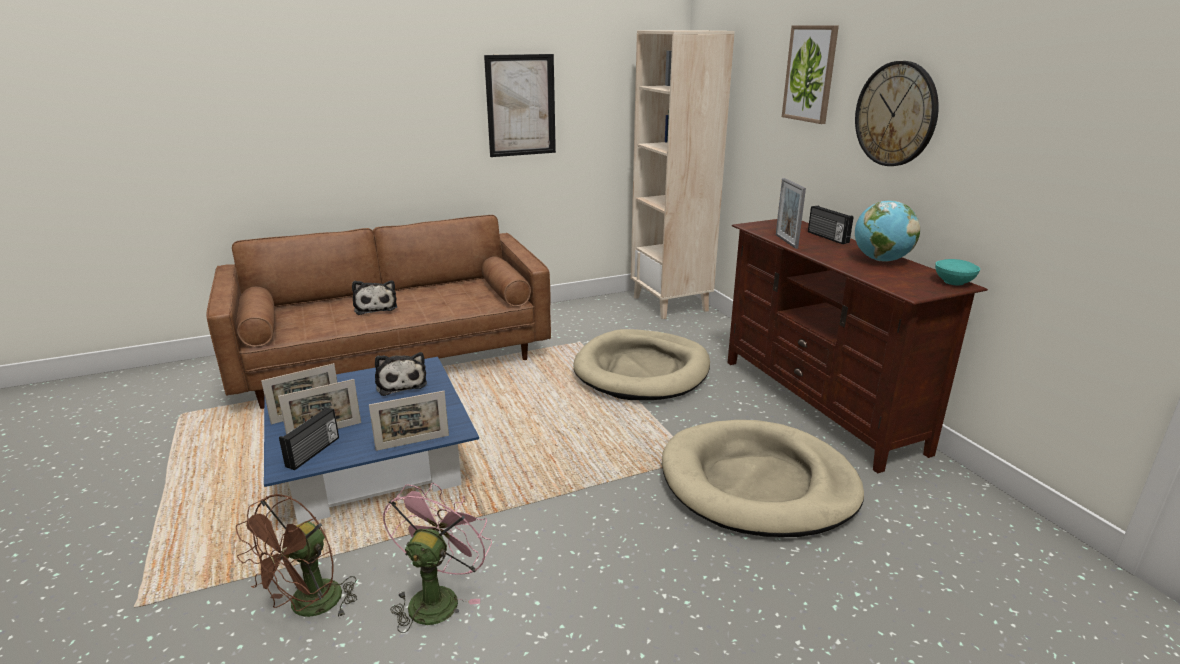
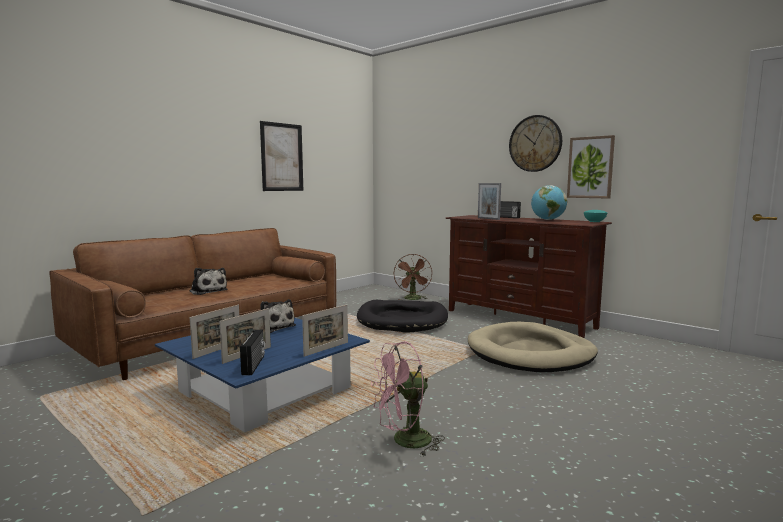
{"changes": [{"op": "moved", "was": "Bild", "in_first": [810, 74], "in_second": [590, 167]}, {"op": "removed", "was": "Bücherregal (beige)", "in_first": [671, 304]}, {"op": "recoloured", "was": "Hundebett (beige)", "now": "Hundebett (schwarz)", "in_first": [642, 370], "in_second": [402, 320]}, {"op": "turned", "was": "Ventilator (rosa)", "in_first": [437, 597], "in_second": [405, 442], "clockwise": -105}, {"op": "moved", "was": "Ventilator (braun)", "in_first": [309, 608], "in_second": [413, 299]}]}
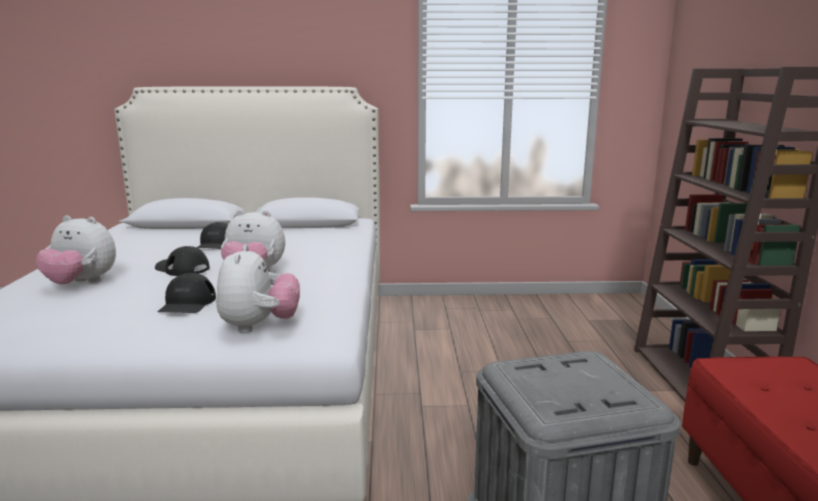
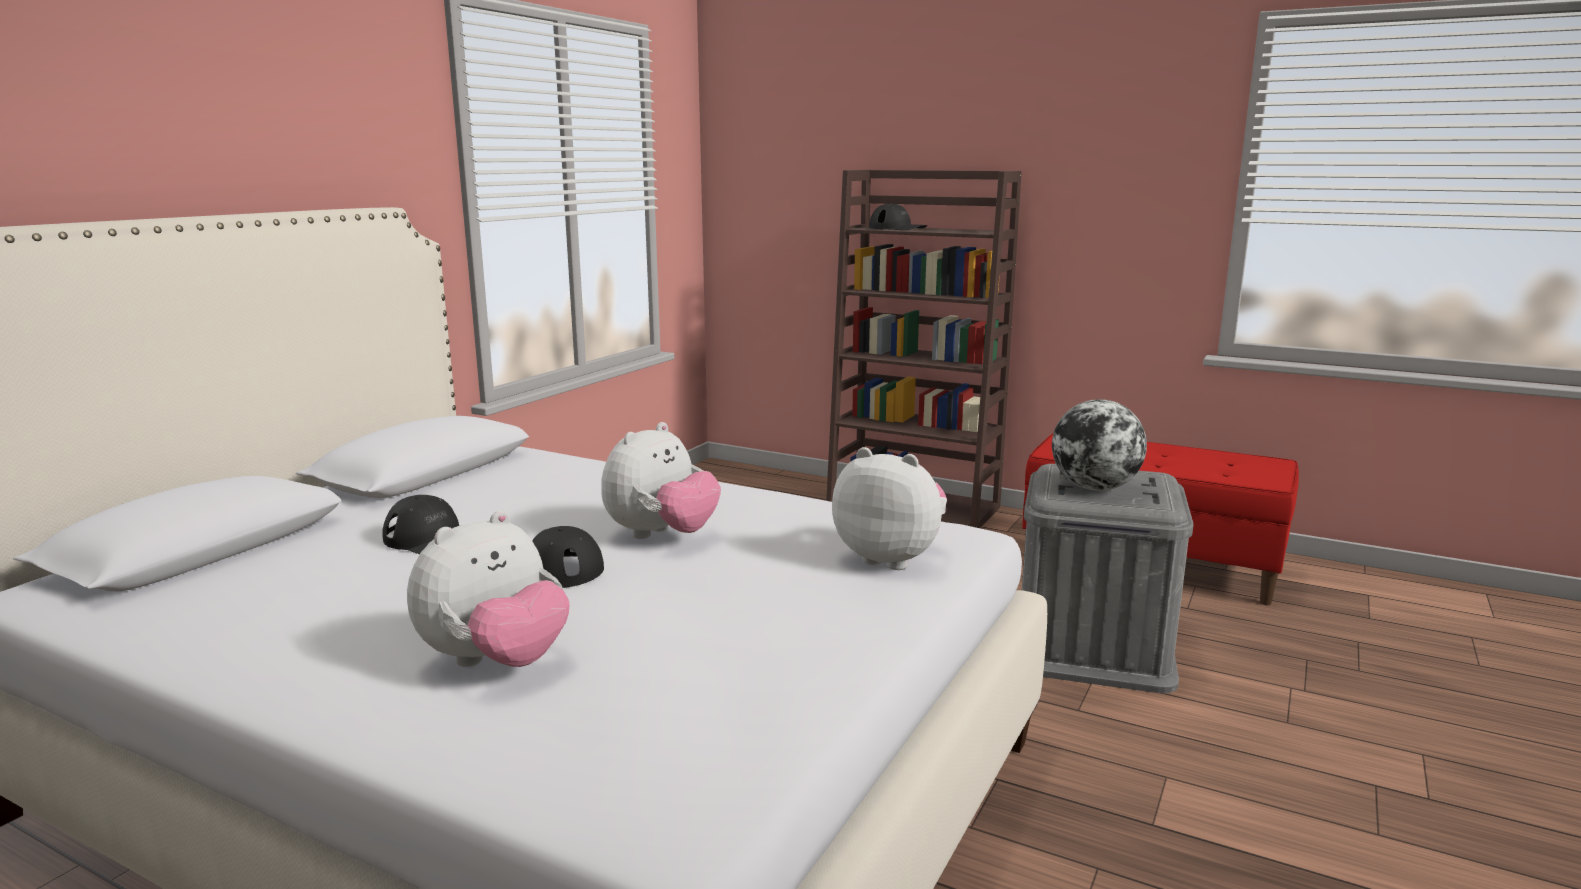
{"changes": [{"op": "moved", "was": "Kappe (schwarz)", "in_first": [187, 303], "in_second": [897, 228]}, {"op": "added", "now": "Globus", "in_second": [1094, 488]}]}
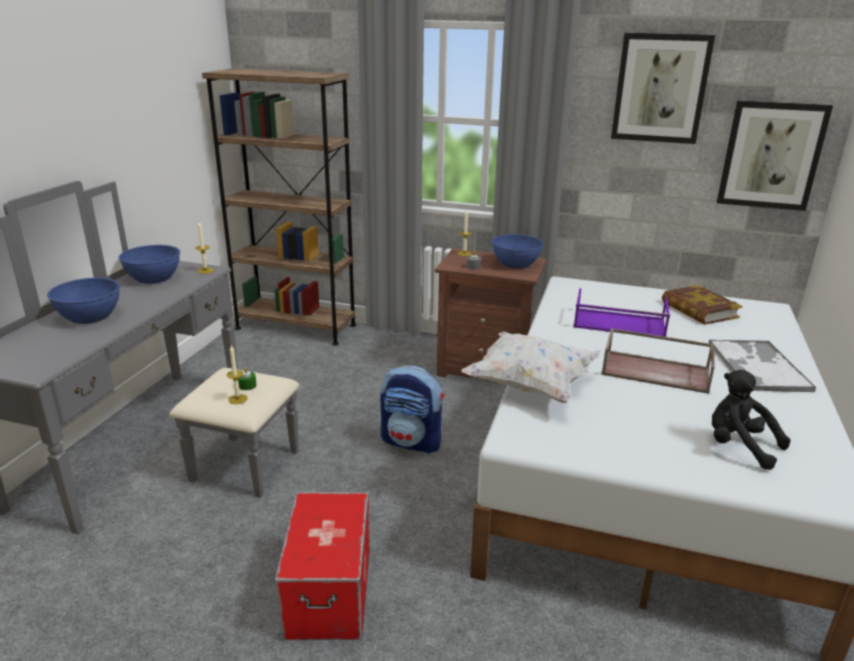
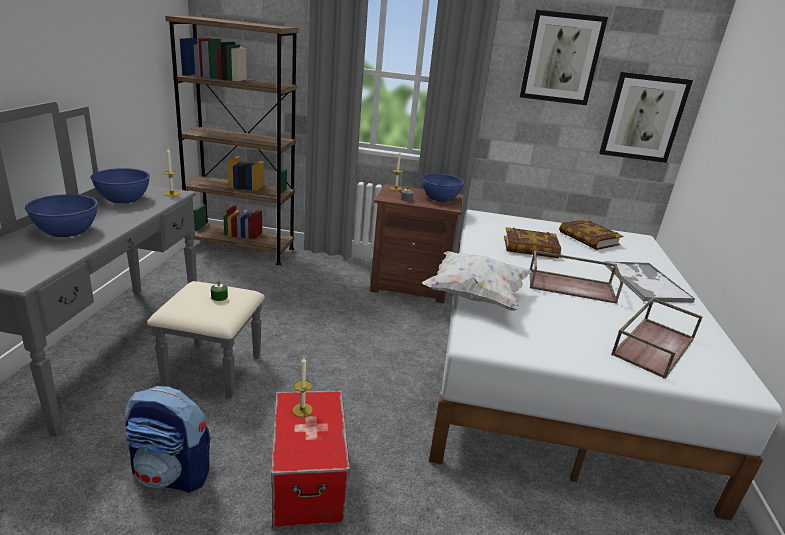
{"changes": [{"op": "replaced", "was": "Tablett (lila)", "now": "Buch", "in_first": [618, 323], "in_second": [530, 248]}, {"op": "moved", "was": "Kerze", "in_first": [238, 399], "in_second": [302, 410]}, {"op": "moved", "was": "Rucksack", "in_first": [412, 441], "in_second": [172, 474]}, {"op": "replaced", "was": "Plüschtier (schwarz)", "now": "Tablett (braun)", "in_first": [738, 446], "in_second": [653, 345]}]}
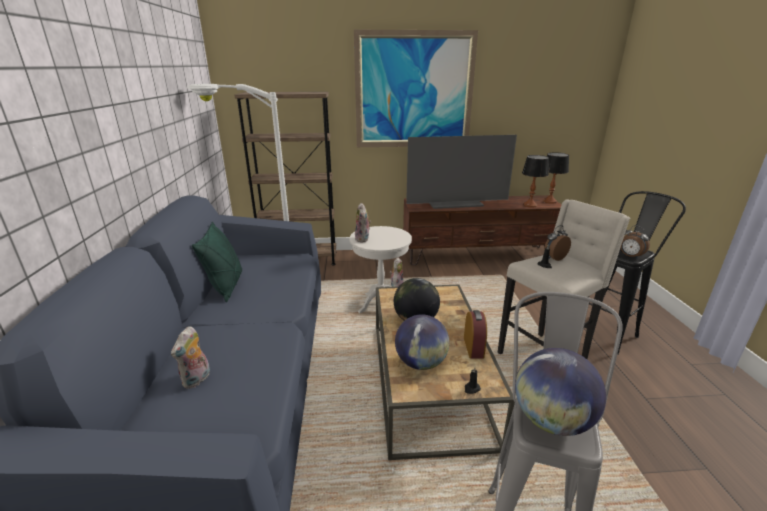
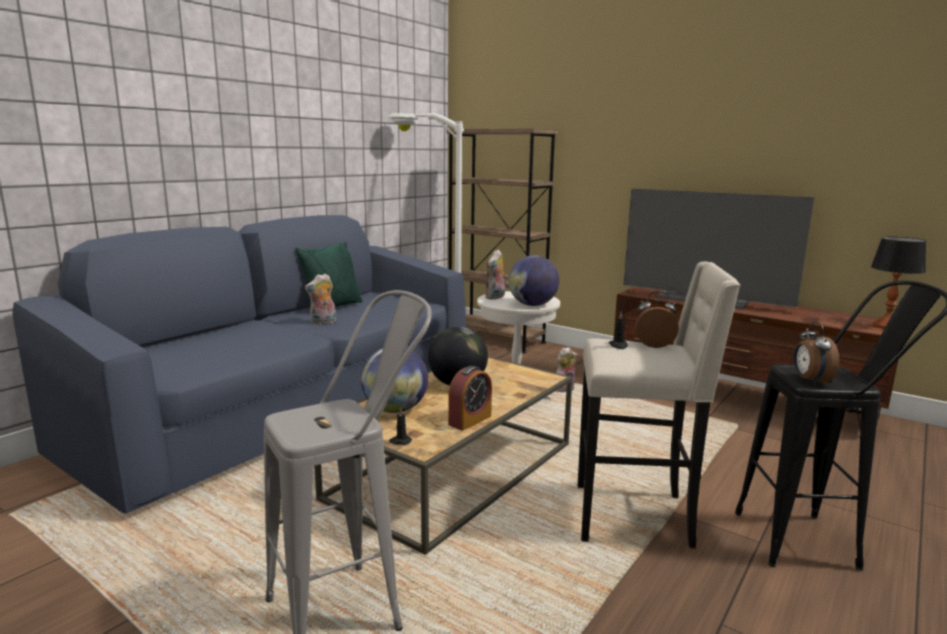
{"changes": [{"op": "removed", "was": "Bild", "in_first": [414, 91]}, {"op": "removed", "was": "Tischlampe", "in_first": [529, 205]}, {"op": "moved", "was": "Plüschtier", "in_first": [197, 380], "in_second": [323, 323]}, {"op": "moved", "was": "Globus", "in_first": [551, 420], "in_second": [532, 305]}]}
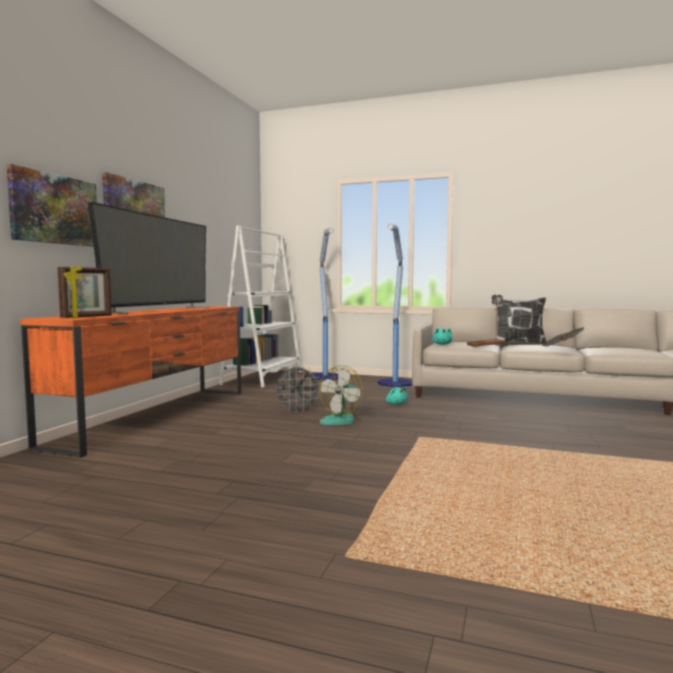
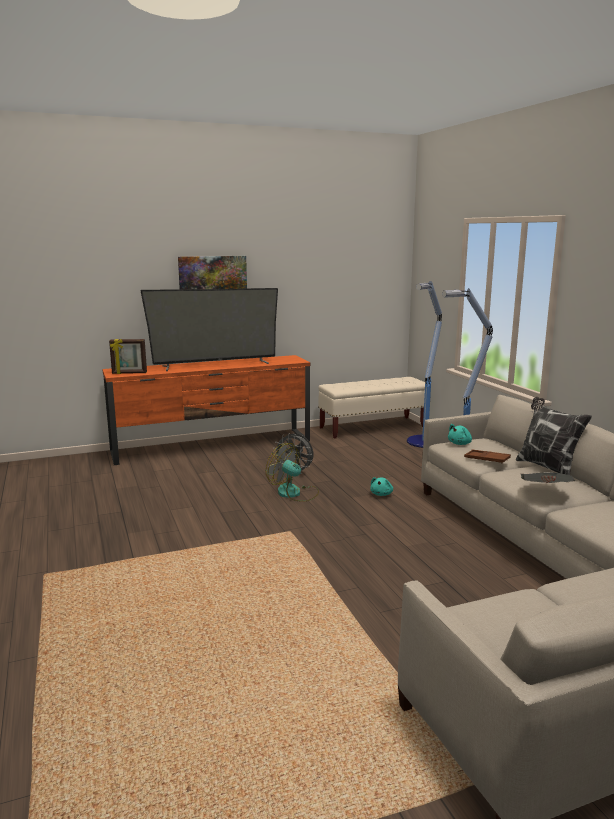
{"changes": [{"op": "removed", "was": "Bild", "in_first": [54, 209]}, {"op": "replaced", "was": "Bücherregal (weiß)", "now": "Bank (beige)", "in_first": [263, 378], "in_second": [372, 428]}, {"op": "turned", "was": "Ventilator", "in_first": [342, 420], "in_second": [294, 493], "clockwise": 45}]}
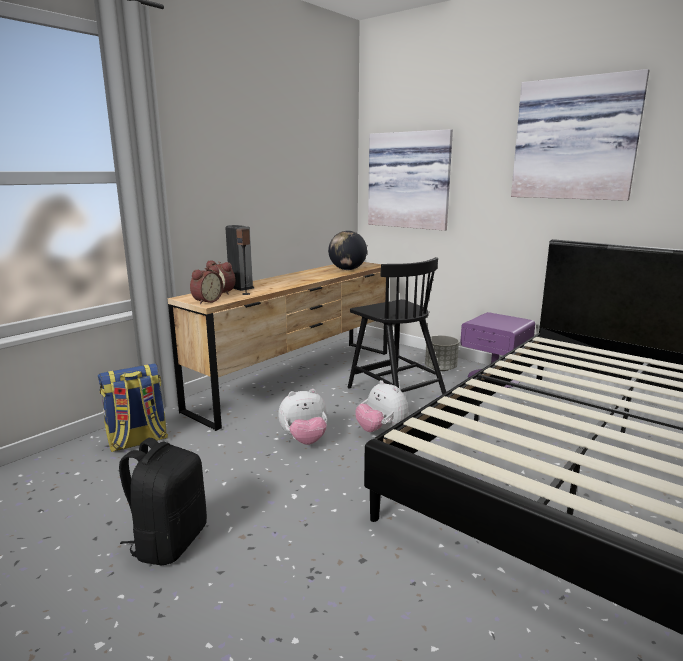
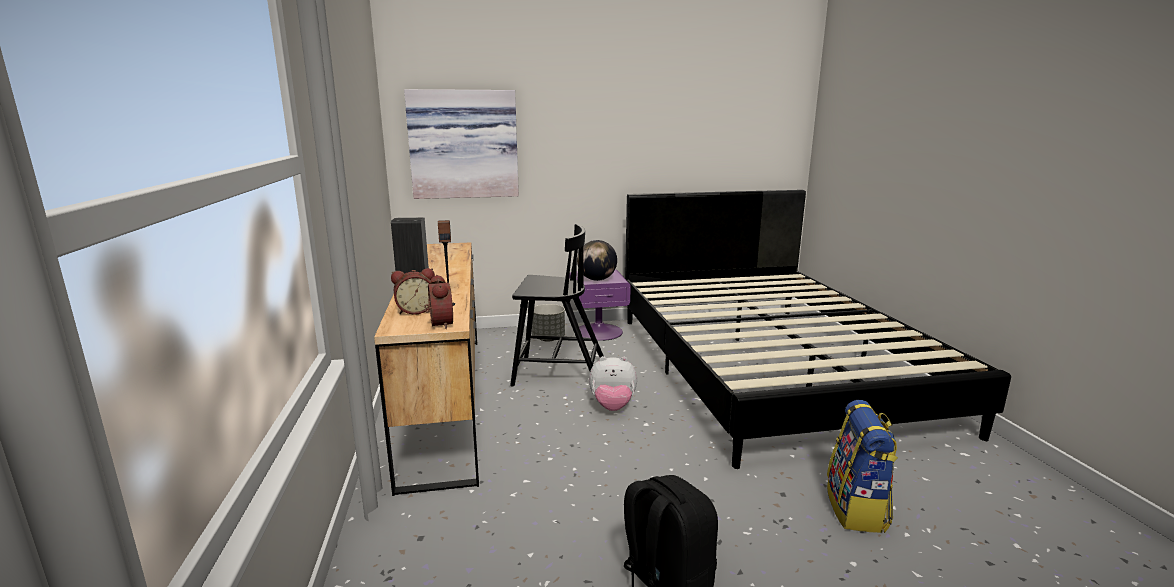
{"changes": [{"op": "removed", "was": "Bild", "in_first": [575, 139]}, {"op": "moved", "was": "Globus", "in_first": [347, 269], "in_second": [597, 279]}, {"op": "moved", "was": "Rucksack", "in_first": [137, 441], "in_second": [857, 509]}, {"op": "removed", "was": "Plüschtier", "in_first": [304, 440]}]}
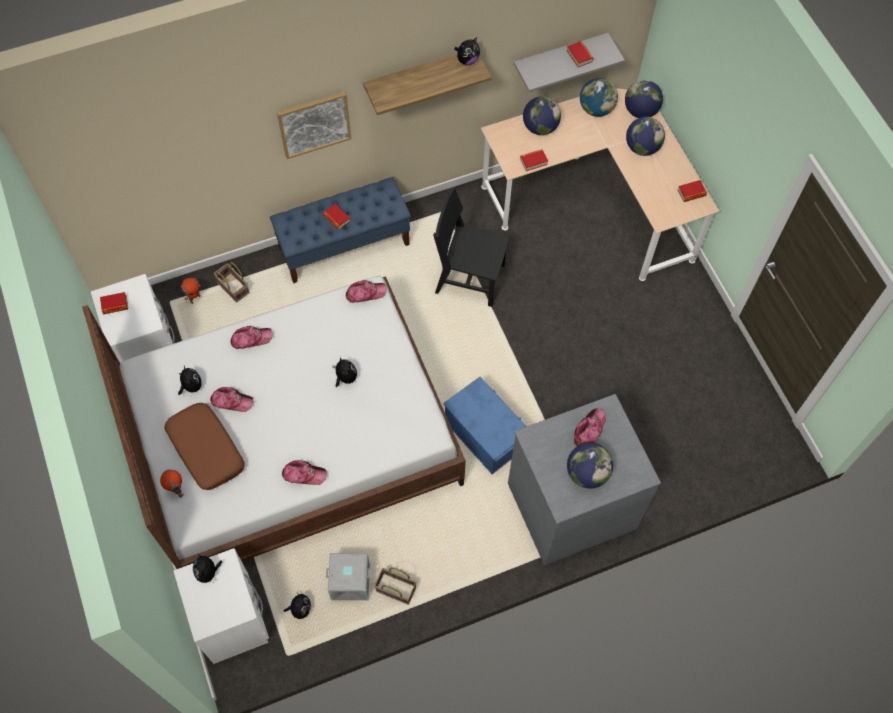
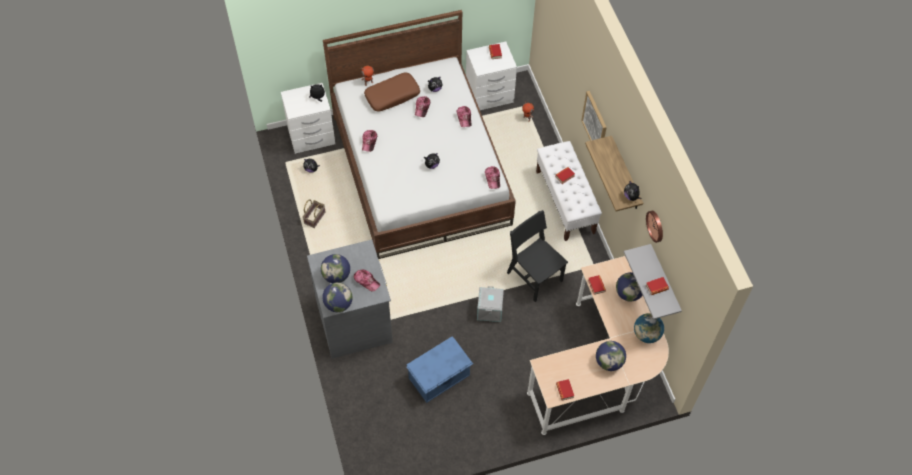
{"changes": [{"op": "moved", "was": "Globus", "in_first": [640, 111], "in_second": [338, 304]}, {"op": "recoloured", "was": "Bank (blau)", "now": "Bank (weiß)", "in_first": [344, 246], "in_second": [565, 202]}, {"op": "turned", "was": "Stuhl (schwarz)", "in_first": [469, 278], "in_second": [534, 277], "clockwise": -60}, {"op": "removed", "was": "Korb", "in_first": [232, 287]}, {"op": "moved", "was": "Aufbewahrungsbox (blau)", "in_first": [485, 434], "in_second": [440, 377]}, {"op": "moved", "was": "Aufbewahrungsbox (grau)", "in_first": [350, 581], "in_second": [490, 310]}, {"op": "added", "now": "Wanduhr", "in_second": [656, 226]}]}
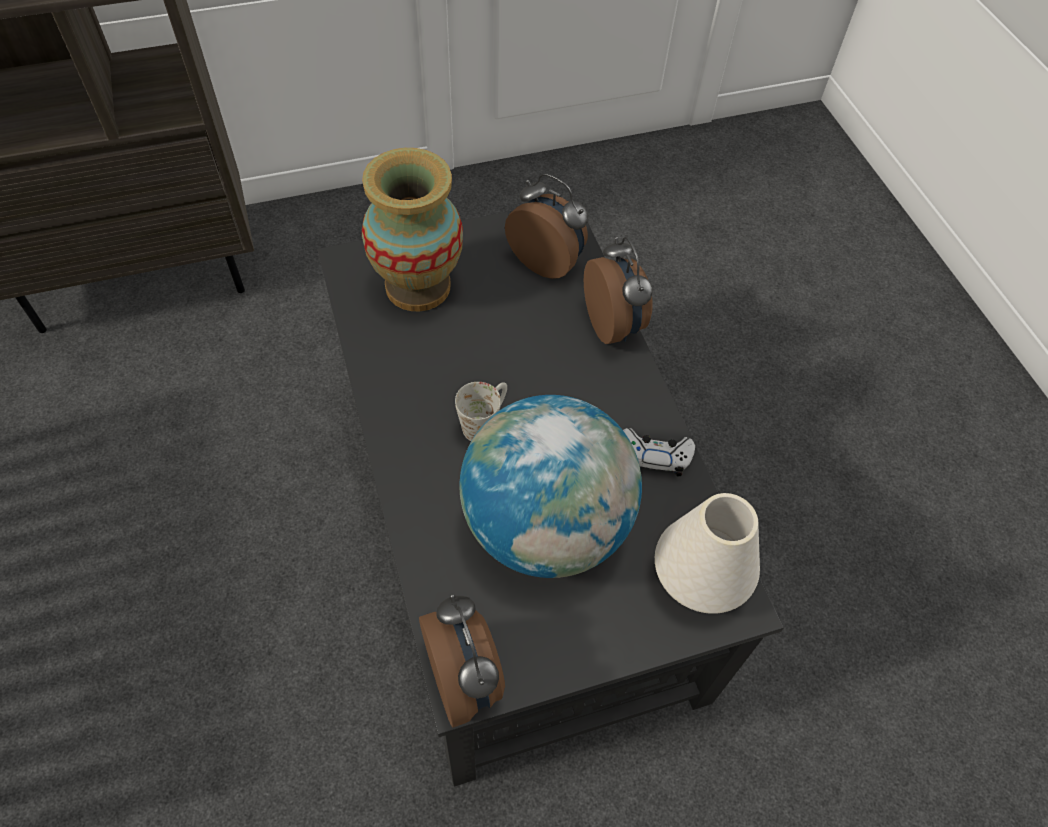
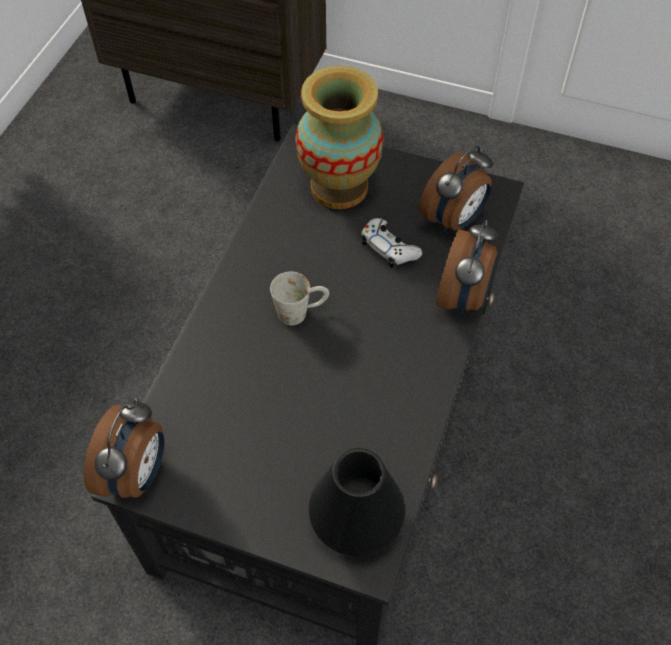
{"changes": [{"op": "turned", "was": "Wecker", "in_first": [547, 261], "in_second": [454, 219], "clockwise": 60}, {"op": "removed", "was": "Globus", "in_first": [546, 526]}, {"op": "moved", "was": "Gamepad (weiß)", "in_first": [654, 455], "in_second": [389, 248]}, {"op": "recoloured", "was": "Vase (weiß)", "now": "Vase (schwarz)", "in_first": [698, 578], "in_second": [355, 522]}]}
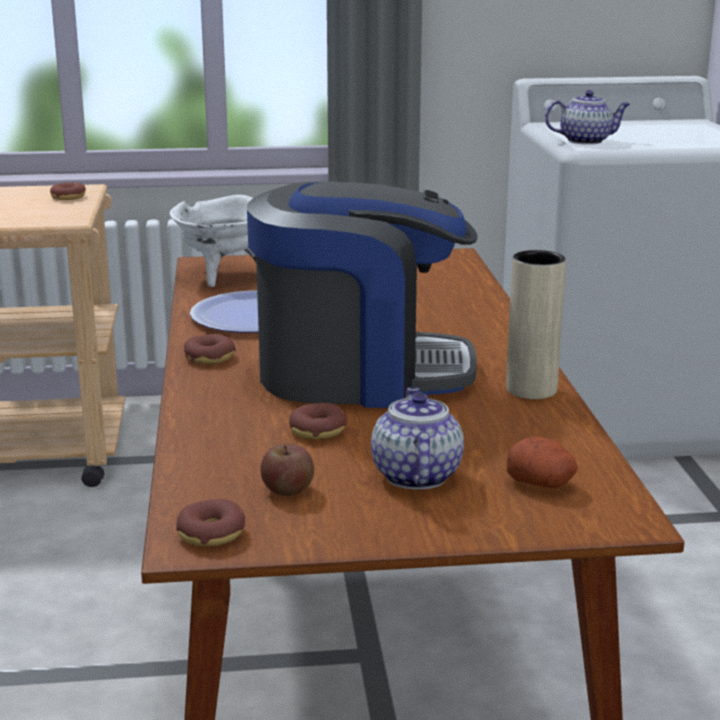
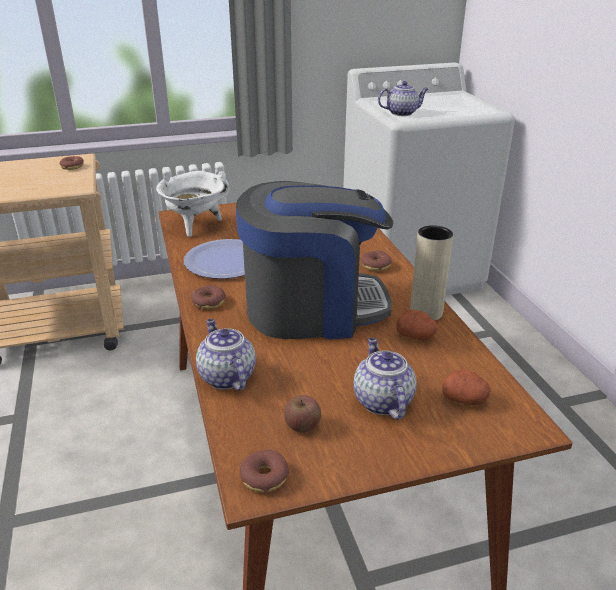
{"changes": [{"op": "moved", "was": "Donut", "in_first": [318, 430], "in_second": [376, 265]}, {"op": "added", "now": "Kartoffel", "in_second": [416, 336]}, {"op": "added", "now": "Teekanne", "in_second": [226, 376]}]}
